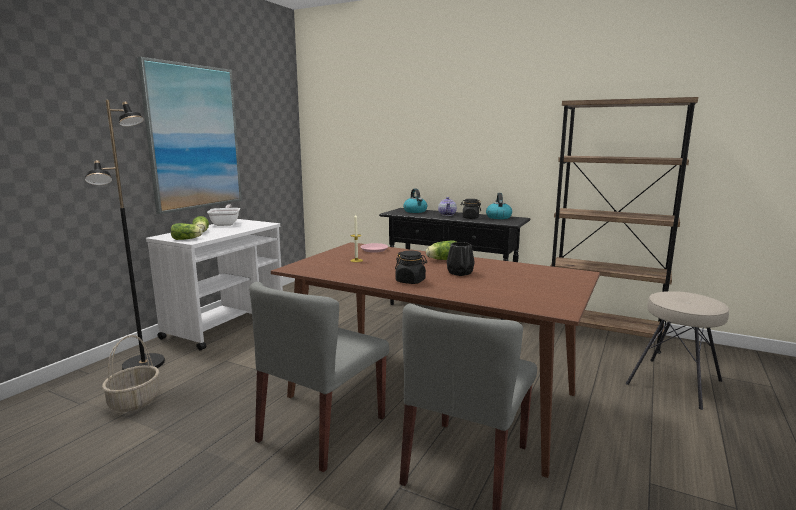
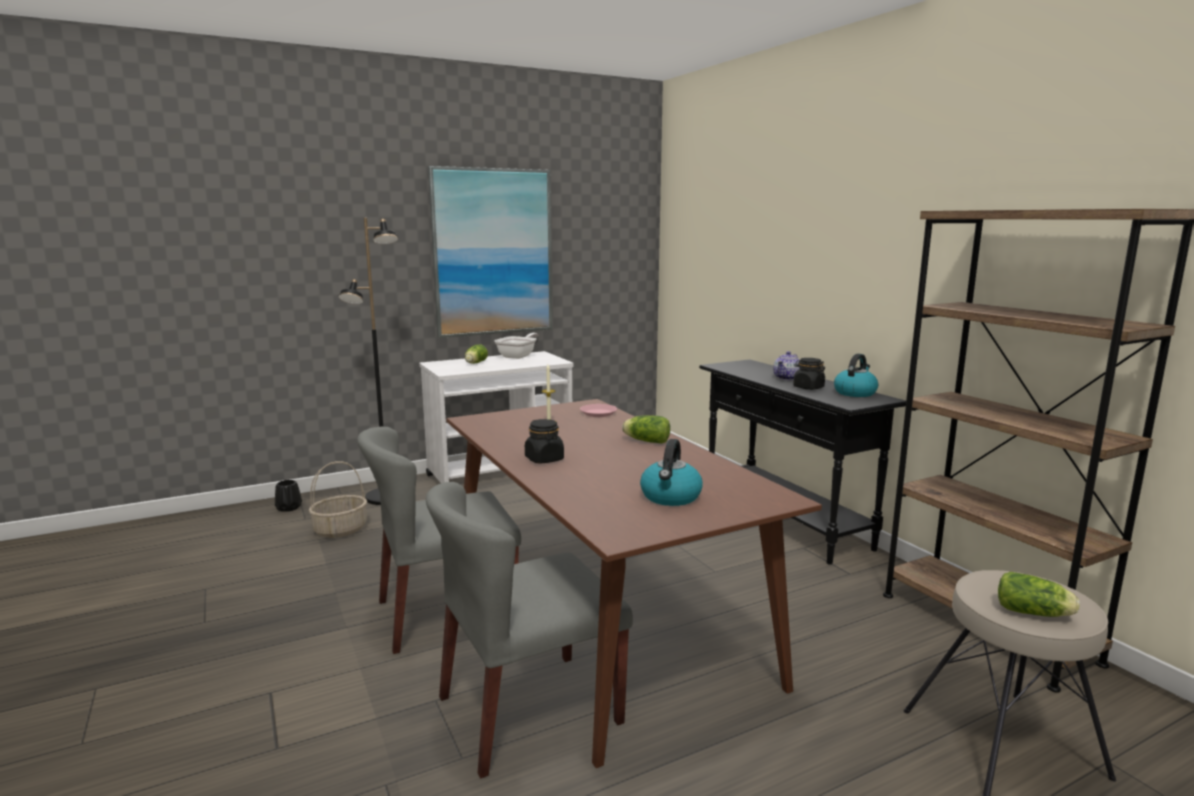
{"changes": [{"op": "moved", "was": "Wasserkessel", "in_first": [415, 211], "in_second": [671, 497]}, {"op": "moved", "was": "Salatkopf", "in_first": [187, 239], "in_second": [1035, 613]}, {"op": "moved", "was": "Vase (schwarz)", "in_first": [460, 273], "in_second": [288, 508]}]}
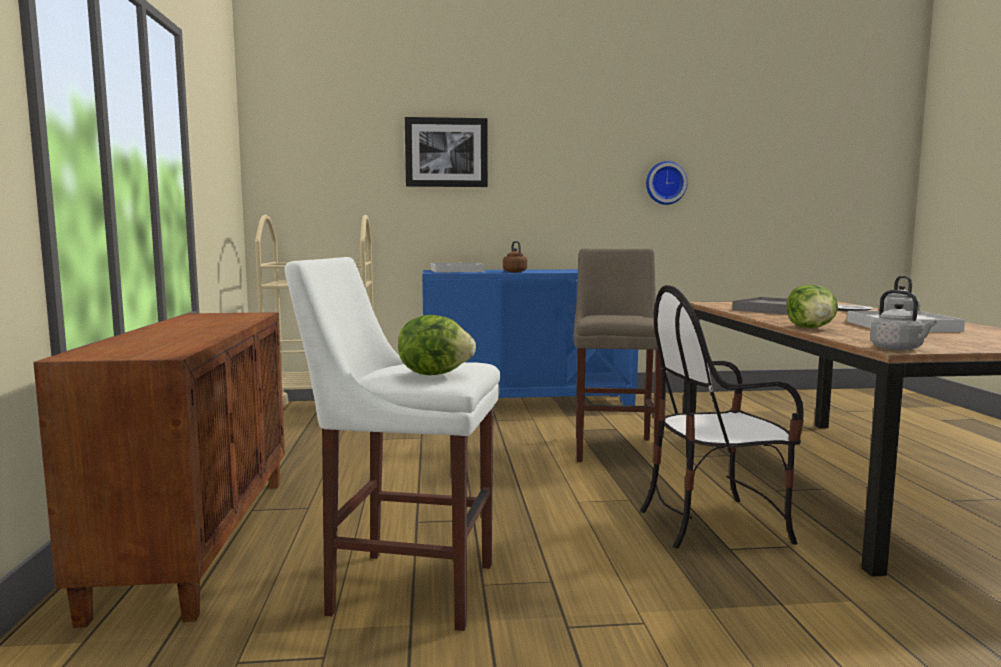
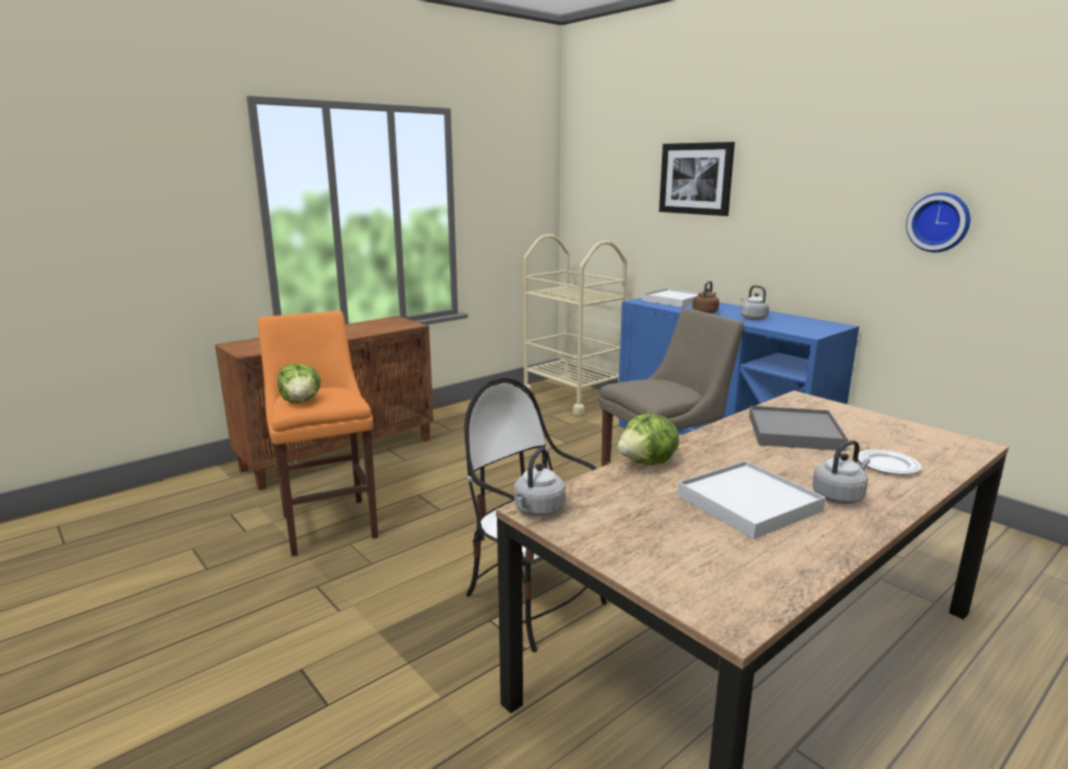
{"changes": [{"op": "recoloured", "was": "Hocker (weiß)", "now": "Hocker (orange)", "in_first": [404, 587], "in_second": [329, 523]}, {"op": "added", "now": "Wasserkessel (grau)", "in_second": [752, 318]}]}
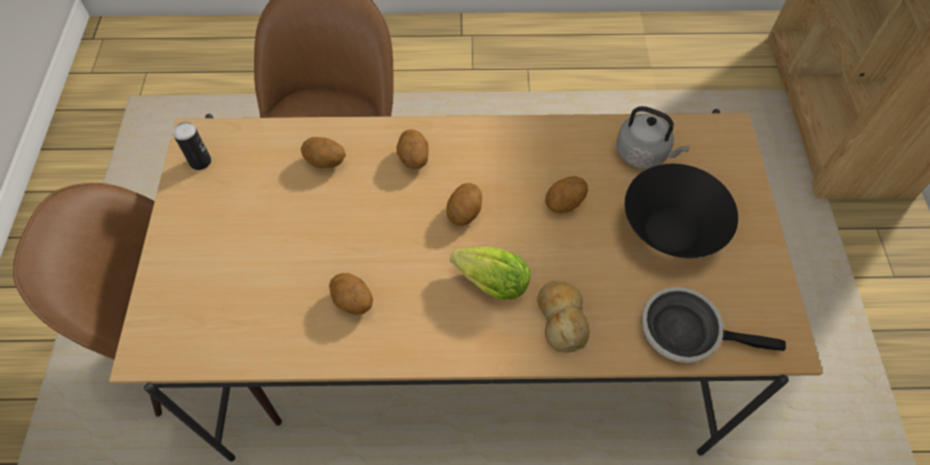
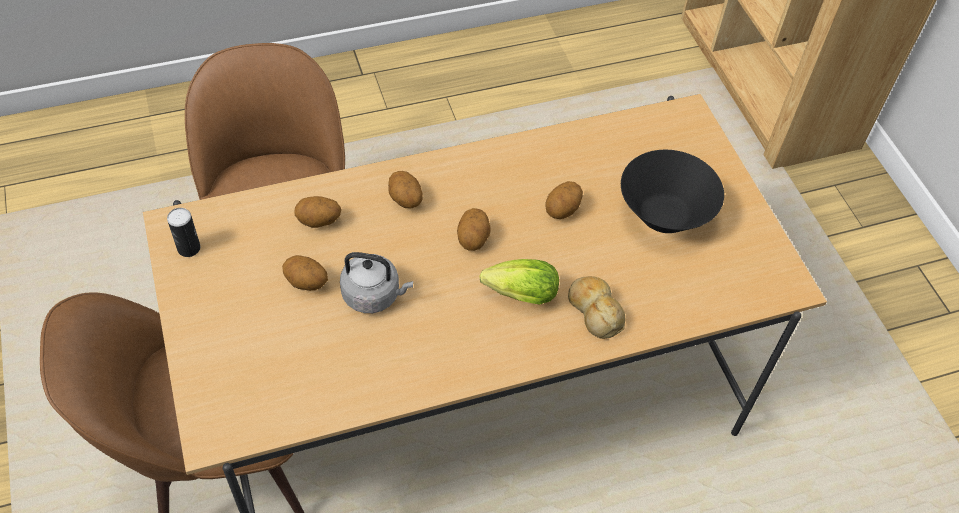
{"changes": [{"op": "moved", "was": "Wasserkessel (grau)", "in_first": [644, 154], "in_second": [374, 295]}, {"op": "moved", "was": "Kartoffel", "in_first": [352, 302], "in_second": [306, 283]}, {"op": "removed", "was": "Pfanne", "in_first": [686, 331]}]}
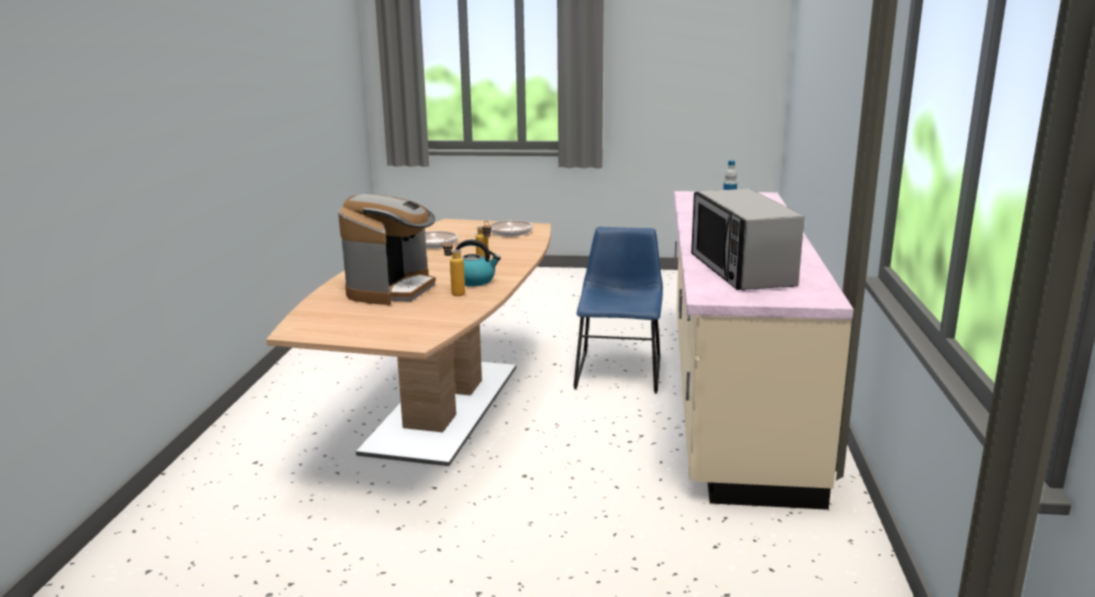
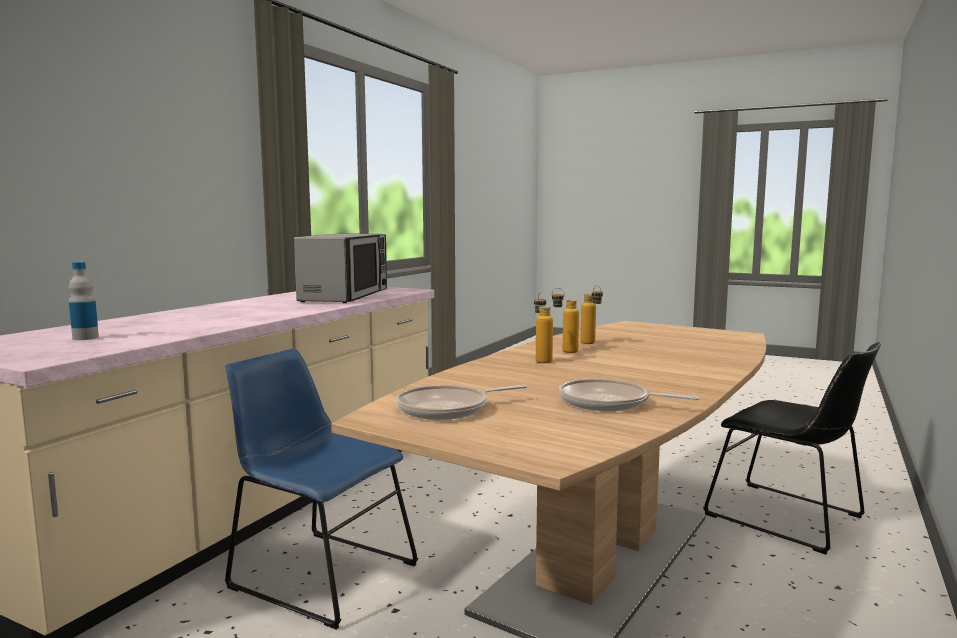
{"changes": [{"op": "removed", "was": "Kaffeemaschine", "in_first": [392, 290]}, {"op": "turned", "was": "Stuhl (blau)", "in_first": [619, 370], "in_second": [318, 573], "clockwise": 90}, {"op": "replaced", "was": "Wasserkessel", "now": "Flasche", "in_first": [474, 281], "in_second": [564, 351]}, {"op": "added", "now": "Stuhl (schwarz)", "in_second": [790, 518]}]}
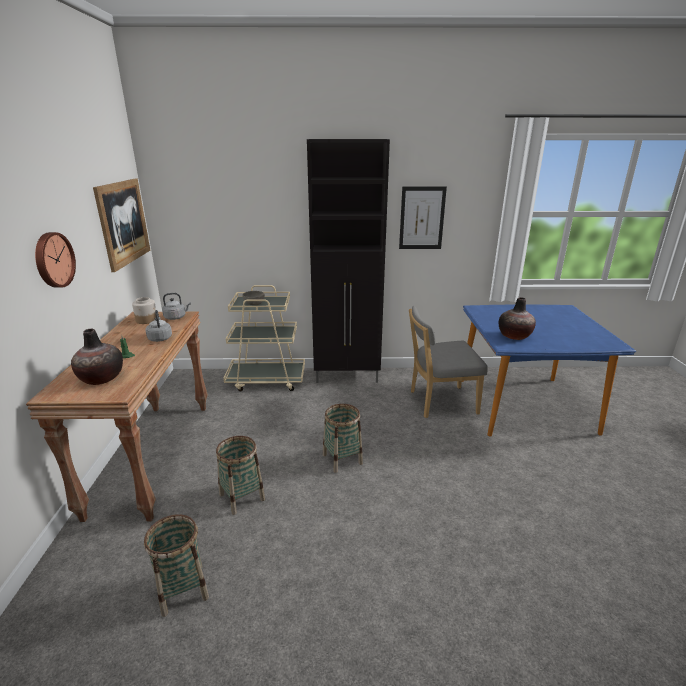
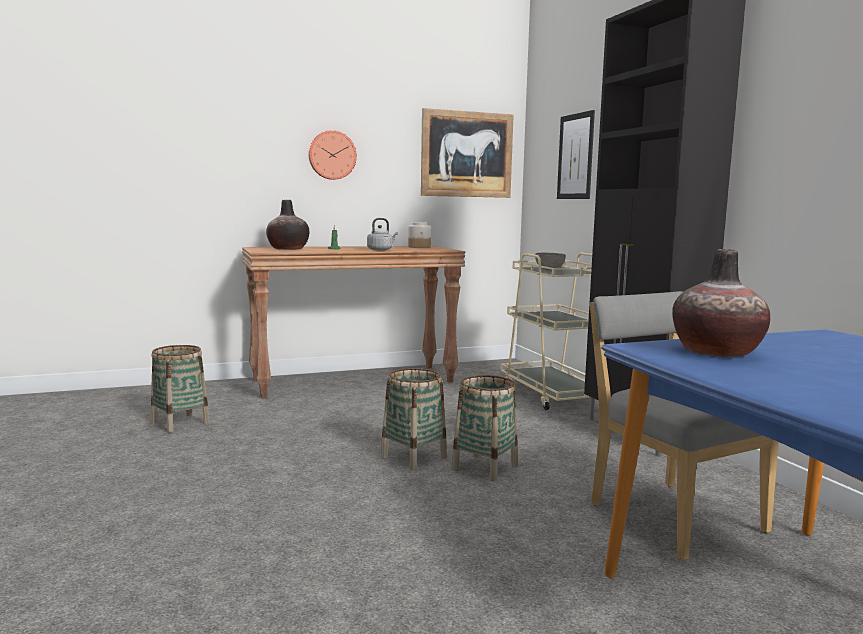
{"changes": [{"op": "moved", "was": "Bild", "in_first": [422, 218], "in_second": [575, 156]}, {"op": "removed", "was": "Wasserkessel (grau)", "in_first": [176, 317]}, {"op": "moved", "was": "Korb", "in_first": [242, 497], "in_second": [484, 467]}]}
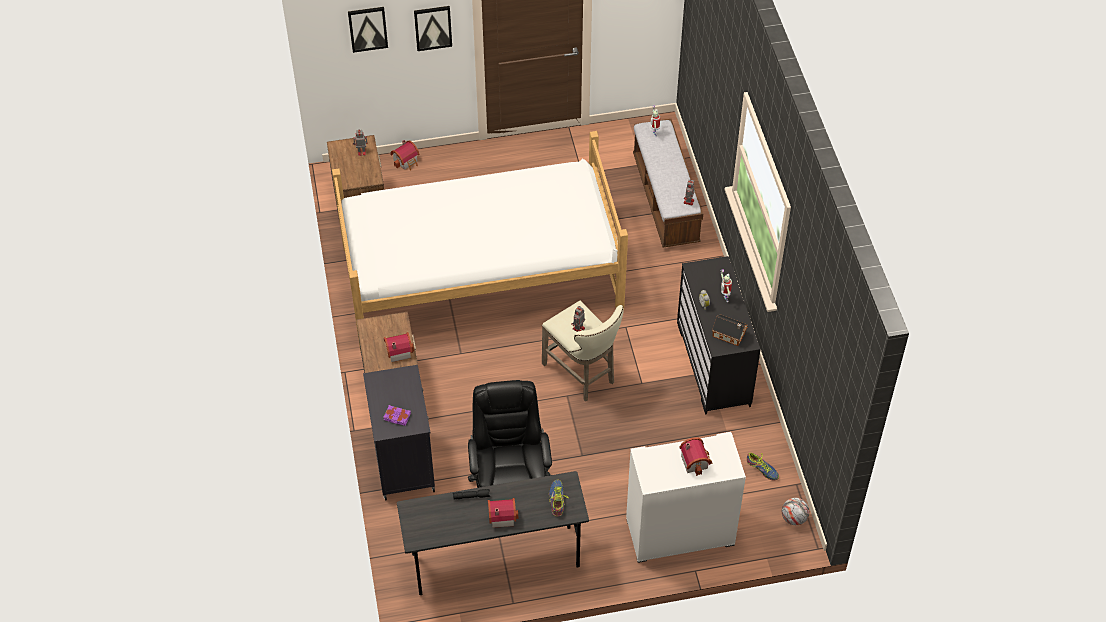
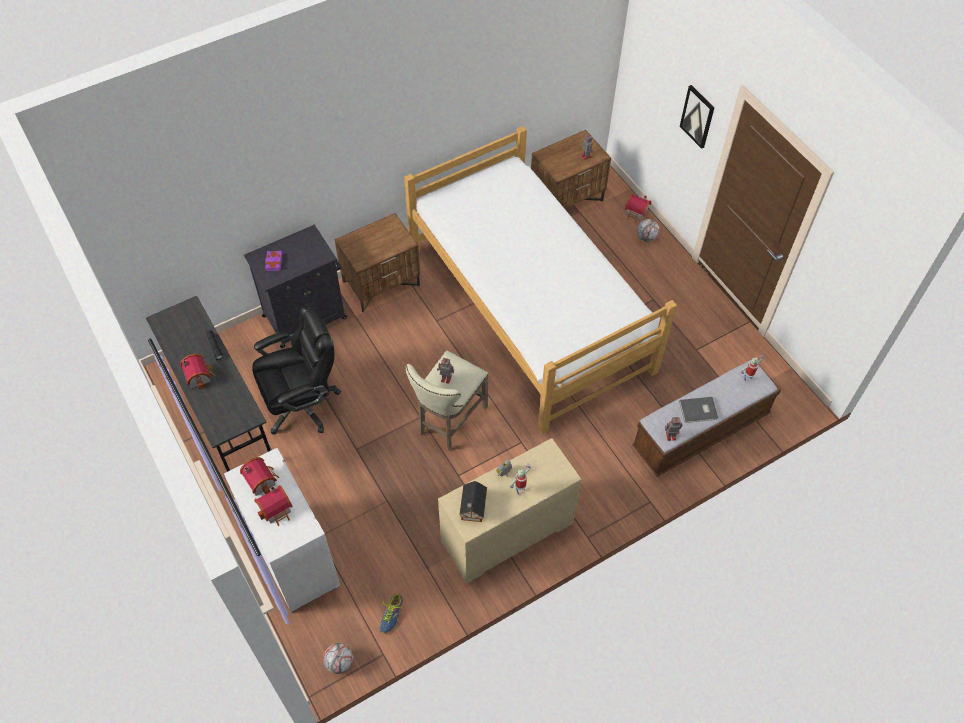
{"changes": [{"op": "removed", "was": "Bild", "in_first": [367, 28]}, {"op": "recoloured", "was": "Kommode (schwarz)", "now": "Kommode (beige)", "in_first": [714, 364], "in_second": [507, 534]}, {"op": "moved", "was": "Spielzeughaus", "in_first": [398, 351], "in_second": [261, 480]}, {"op": "removed", "was": "Schuh", "in_first": [557, 500]}, {"op": "added", "now": "Fußball", "in_second": [646, 237]}, {"op": "added", "now": "Buch (grau)", "in_second": [699, 411]}]}
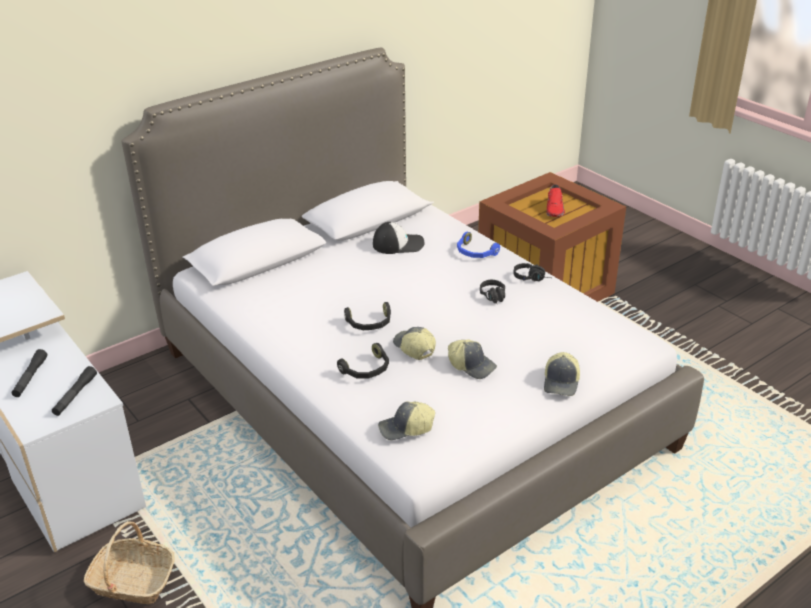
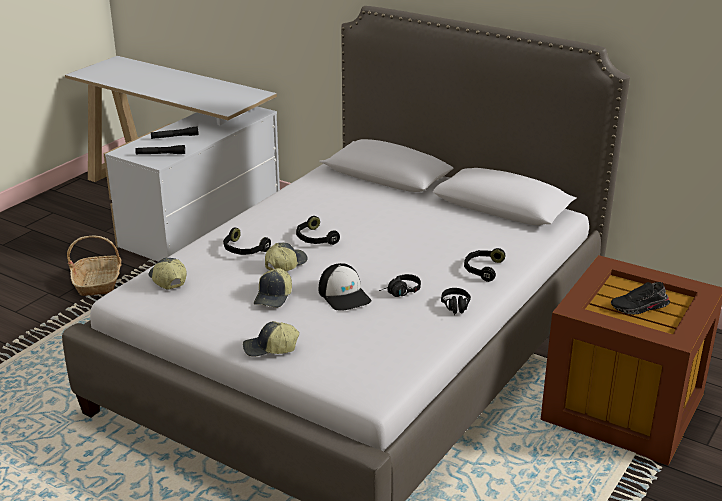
{"changes": [{"op": "recoloured", "was": "Schuh (rot)", "now": "Schuh (schwarz)", "in_first": [555, 209], "in_second": [639, 308]}, {"op": "moved", "was": "Kappe", "in_first": [398, 244], "in_second": [344, 295]}, {"op": "recoloured", "was": "Kopfhörer (blau)", "now": "Kopfhörer (schwarz)", "in_first": [474, 253], "in_second": [482, 269]}]}
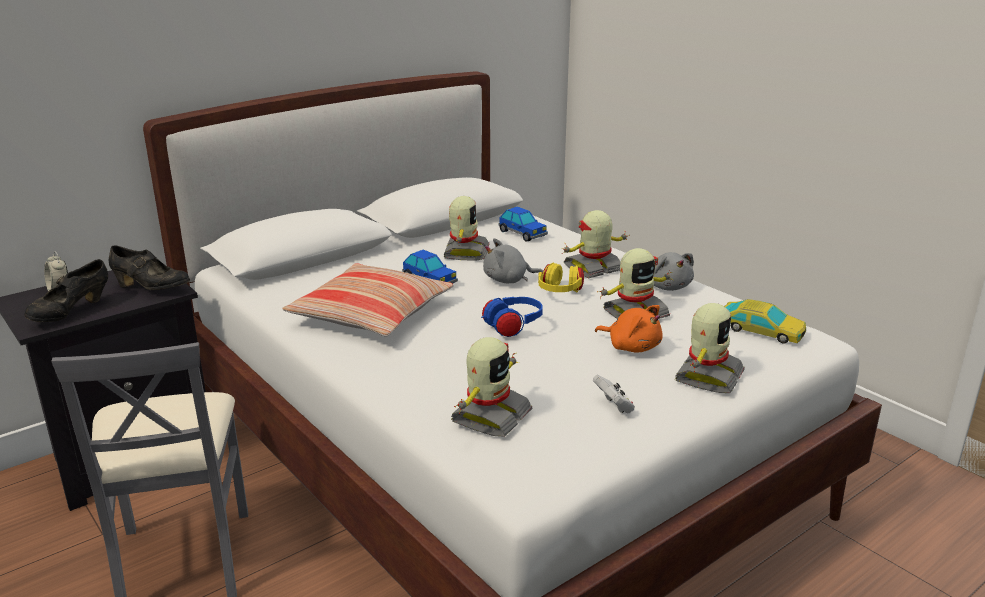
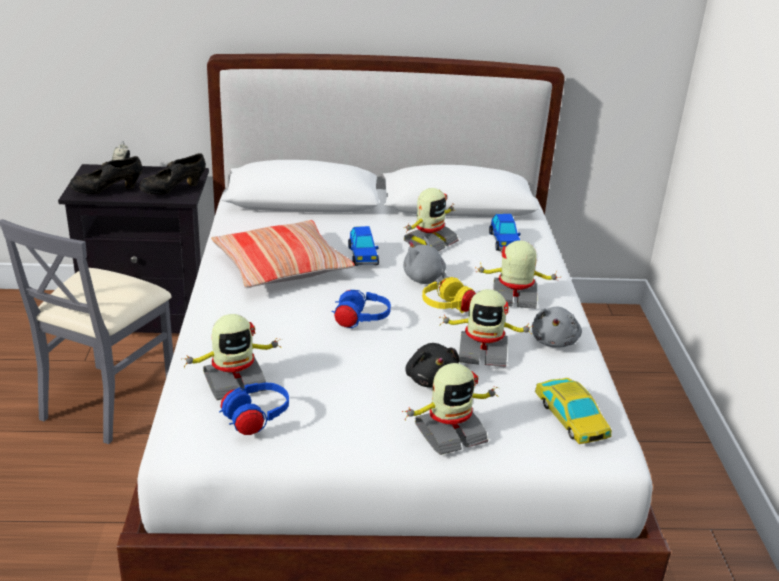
{"changes": [{"op": "turned", "was": "Schuh (schwarz)", "in_first": [151, 288], "in_second": [173, 190], "clockwise": 90}, {"op": "recoloured", "was": "Plüschtier (orange)", "now": "Plüschtier (schwarz)", "in_first": [631, 347], "in_second": [431, 379]}, {"op": "removed", "was": "Gamepad (weiß)", "in_first": [614, 407]}, {"op": "added", "now": "Kopfhörer (blau)", "in_second": [256, 420]}]}
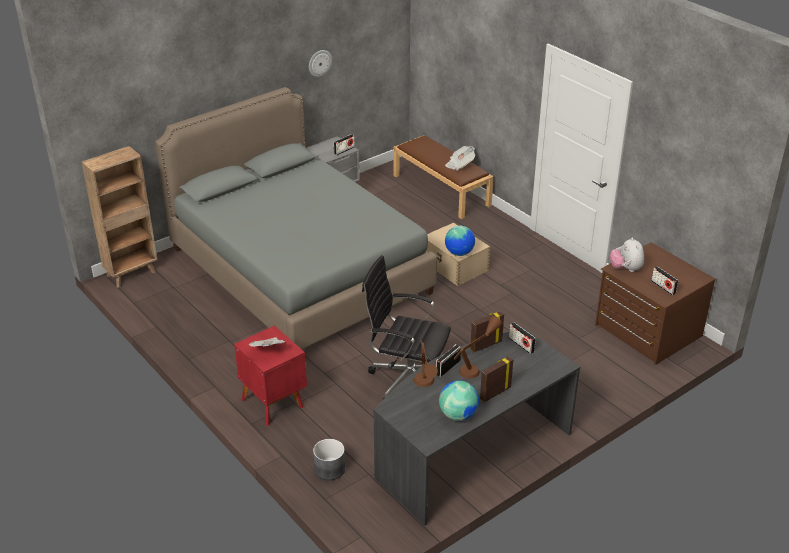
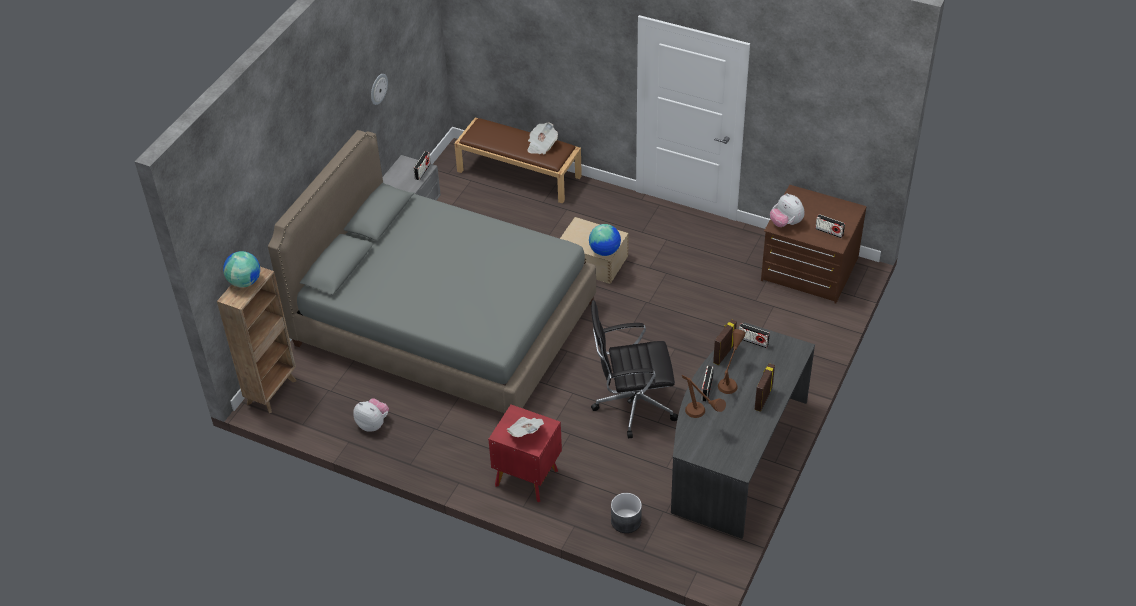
{"changes": [{"op": "moved", "was": "Globus", "in_first": [458, 415], "in_second": [244, 281]}, {"op": "added", "now": "Plüschtier", "in_second": [373, 424]}]}
